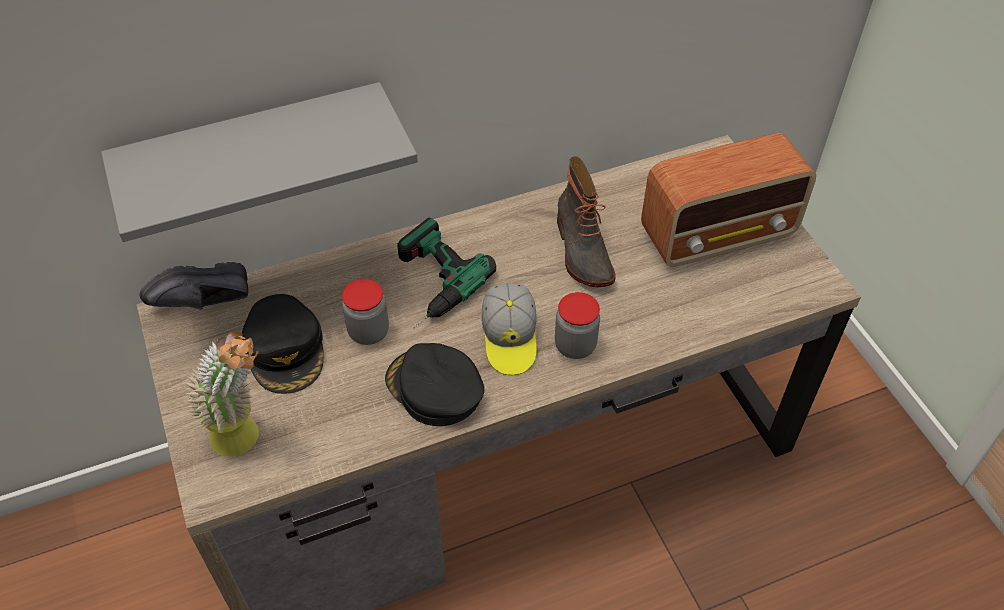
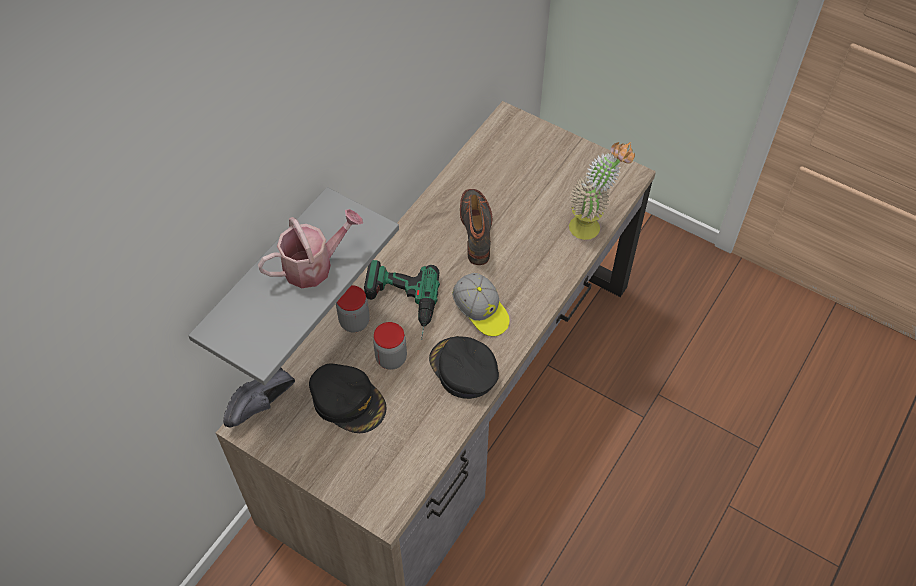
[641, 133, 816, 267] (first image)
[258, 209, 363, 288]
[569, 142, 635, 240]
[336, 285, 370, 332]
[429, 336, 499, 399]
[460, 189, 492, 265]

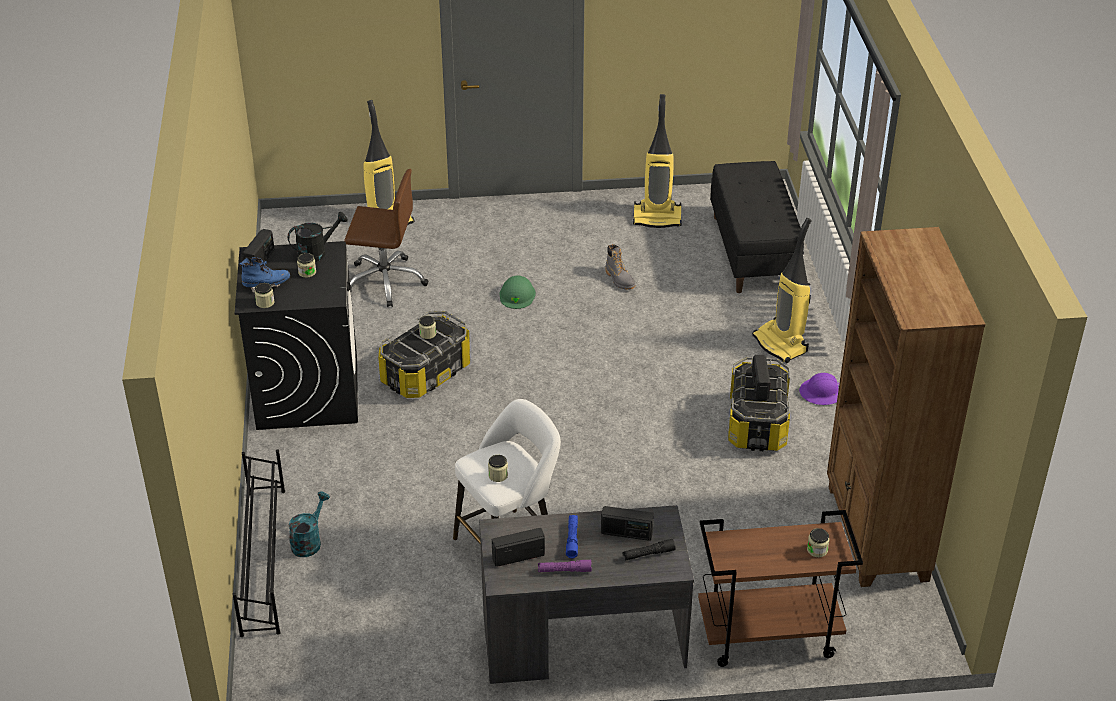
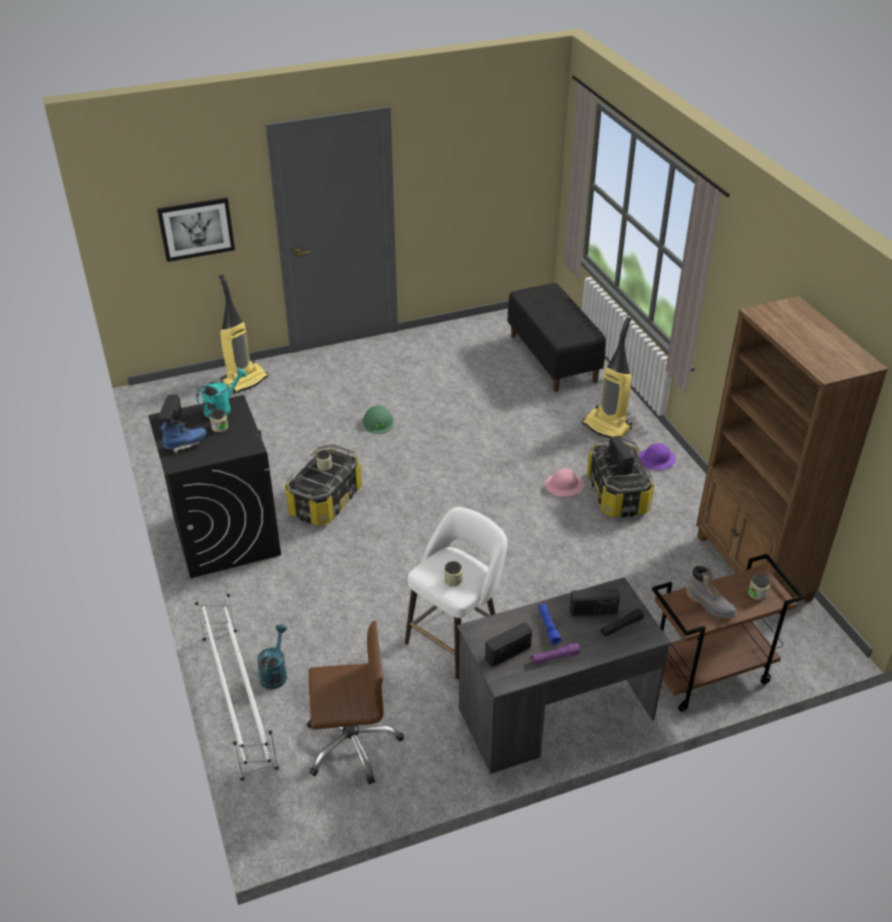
[255, 283, 274, 308] (first image)
[633, 94, 682, 228] (first image)
[157, 197, 235, 262]
[544, 469, 584, 497]
[307, 621, 404, 784]
[686, 566, 737, 619]
[195, 594, 278, 780]
[196, 368, 247, 418]

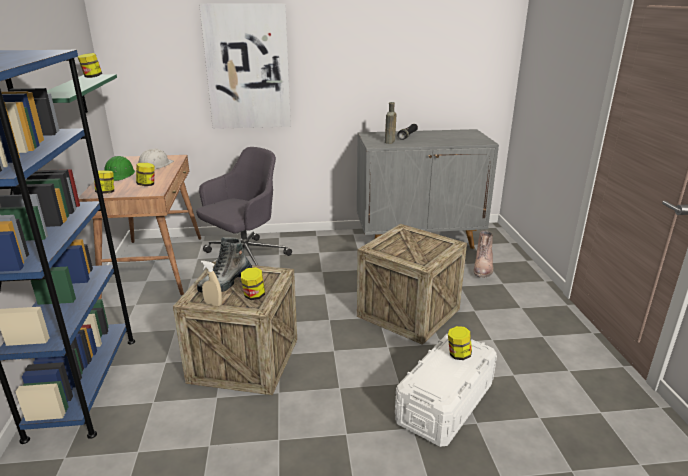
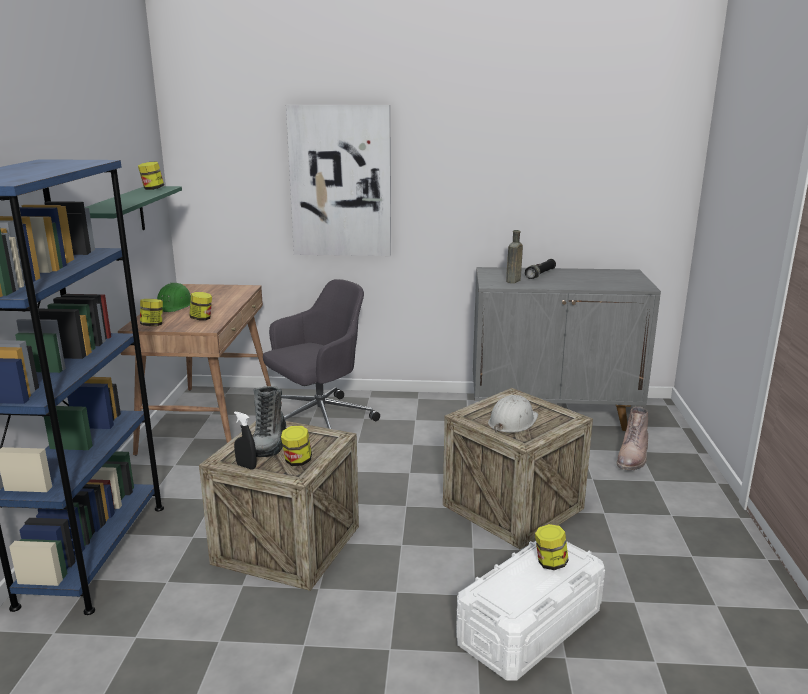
[488, 395, 538, 433]
[234, 412, 257, 470]
[253, 386, 286, 457]

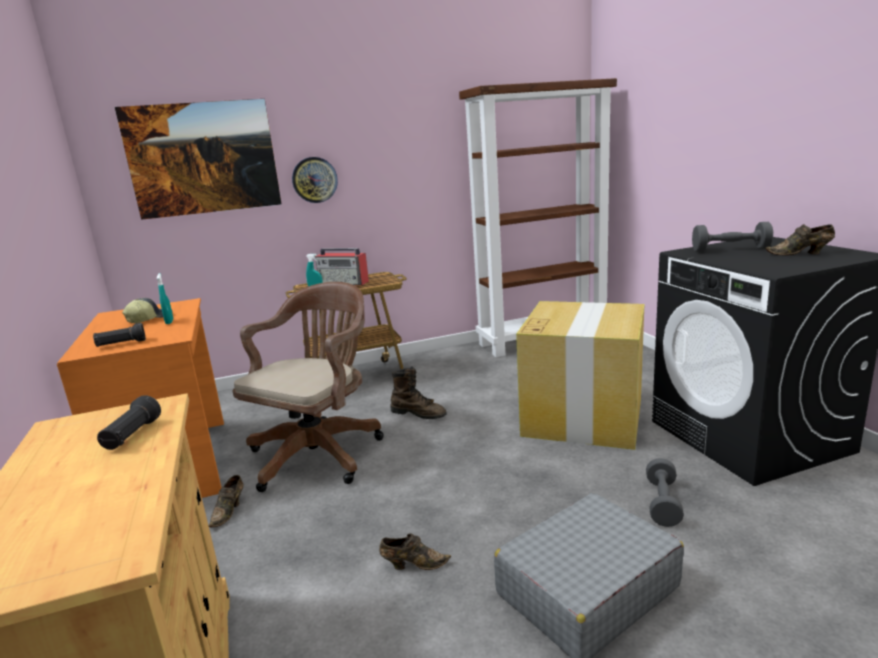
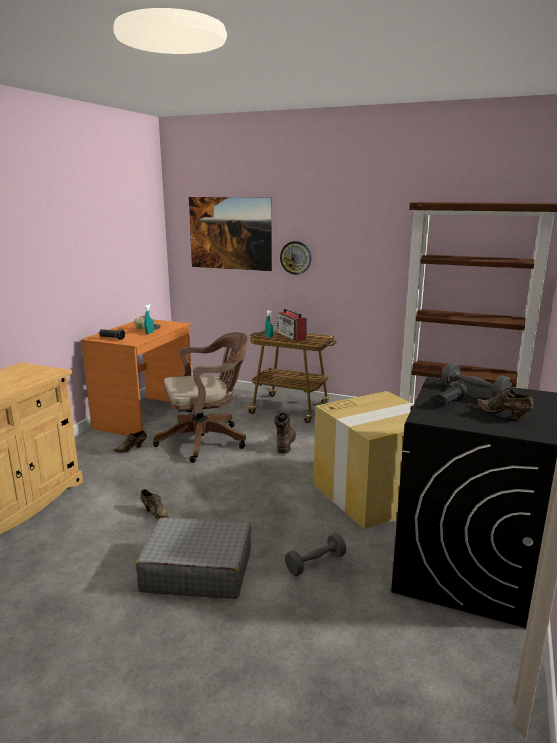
[434, 383, 467, 406]
[274, 413, 296, 454]

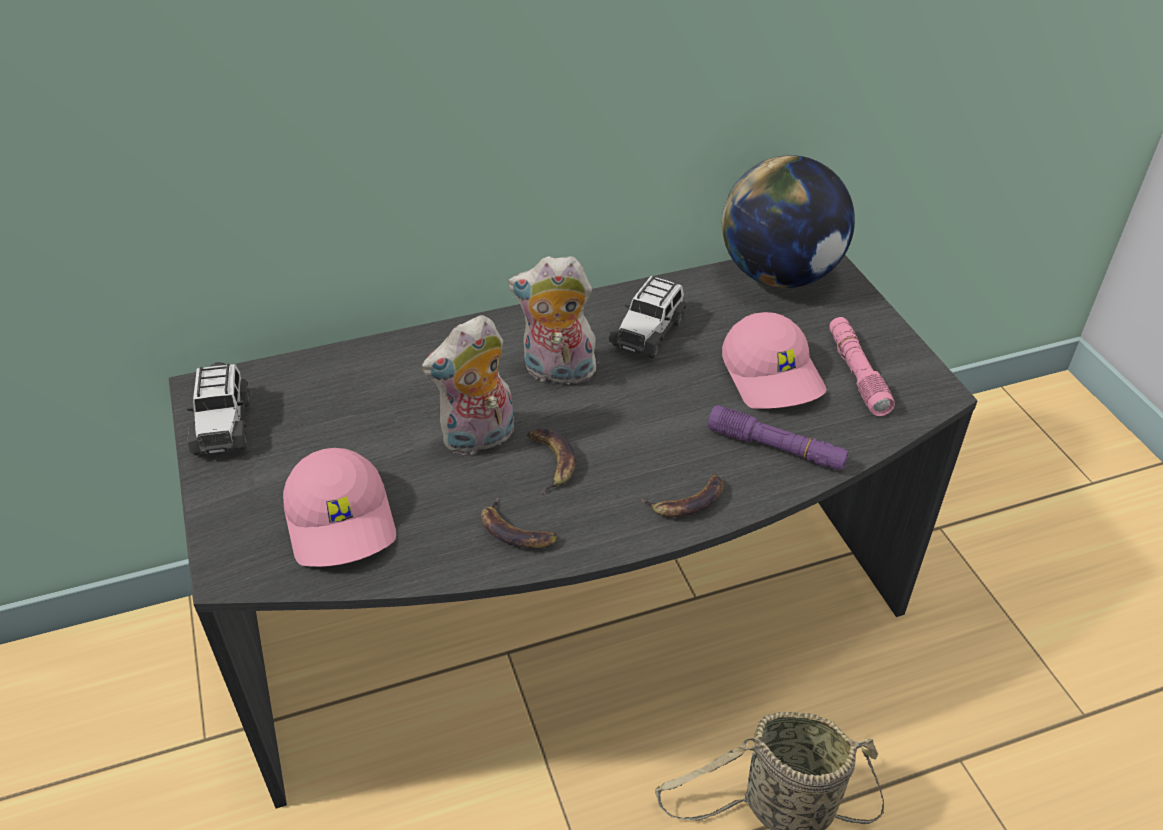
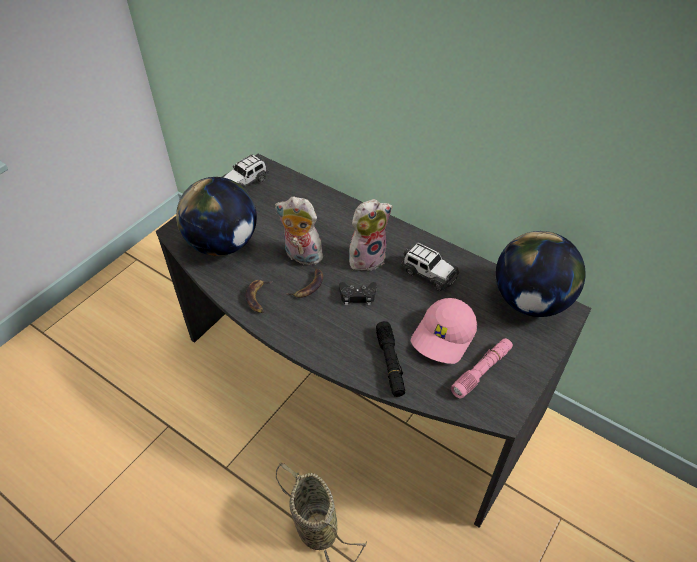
[640, 473, 723, 517] (first image)
[339, 282, 377, 305]
[176, 177, 257, 256]
[376, 321, 405, 397]
[349, 199, 393, 271]
[401, 243, 459, 291]

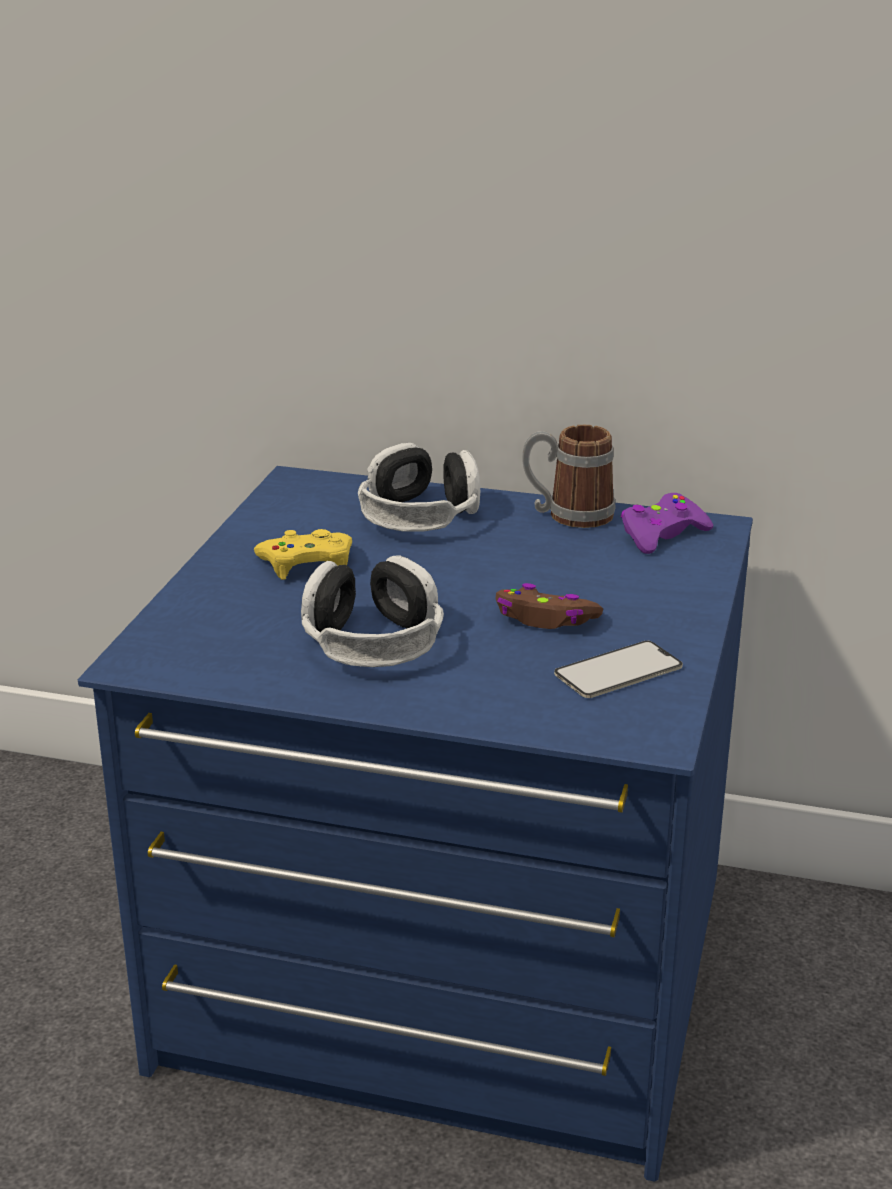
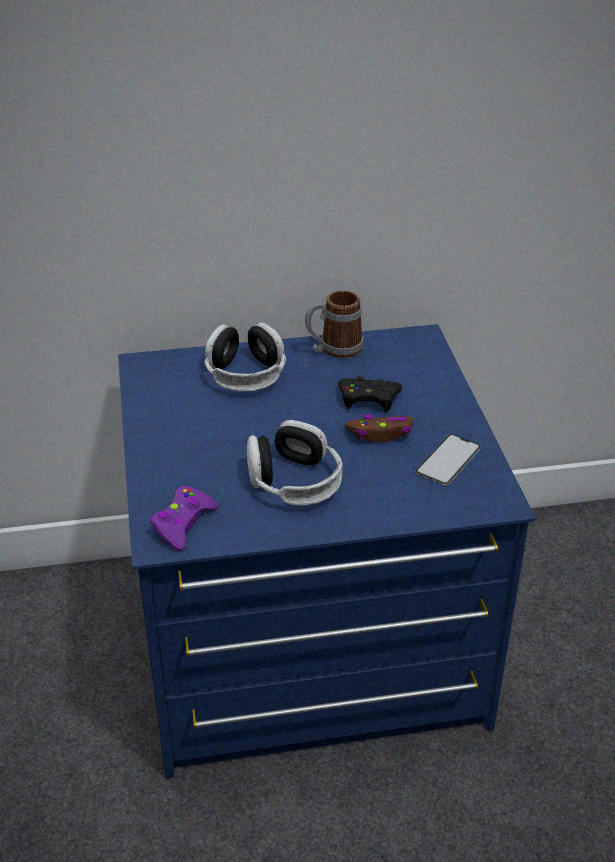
[254, 529, 352, 580] (first image)
[338, 376, 403, 412]
[151, 486, 218, 551]

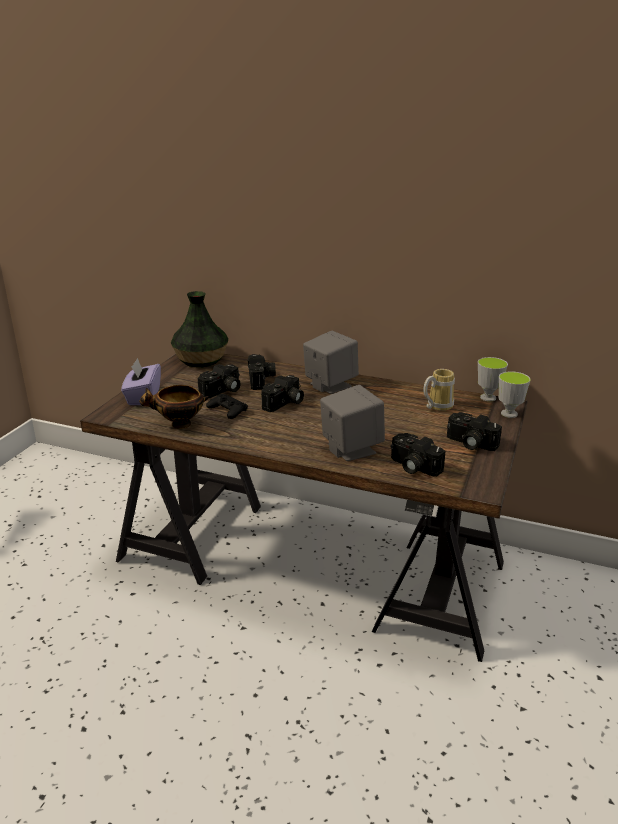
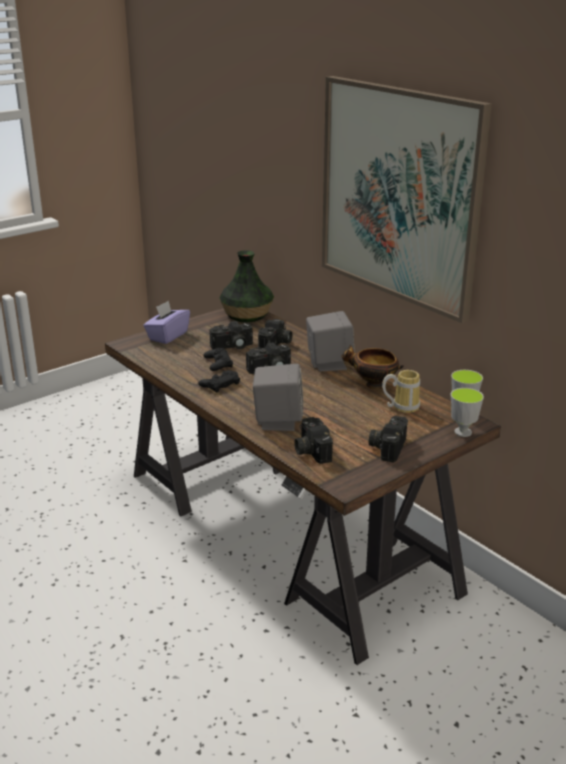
[198, 370, 240, 393]
[322, 76, 492, 323]
[341, 345, 404, 389]
[369, 416, 408, 463]

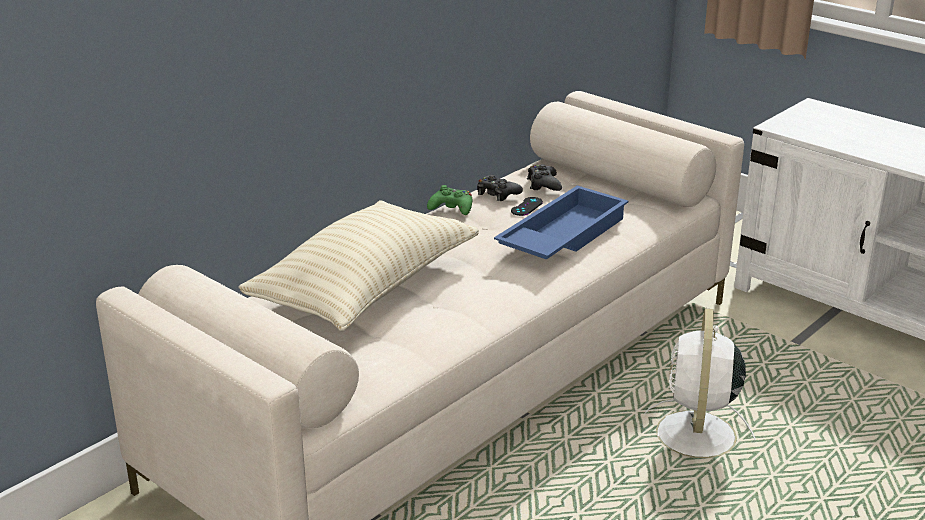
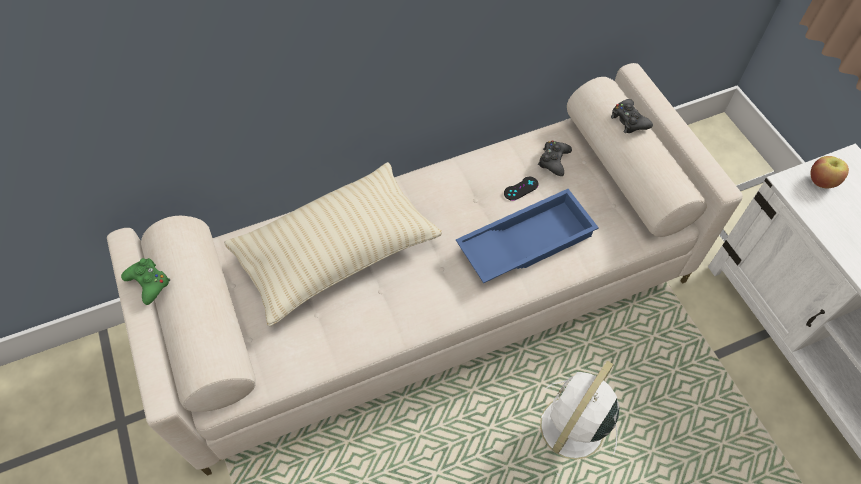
[811, 156, 849, 188]
[121, 258, 170, 305]
[611, 99, 653, 133]

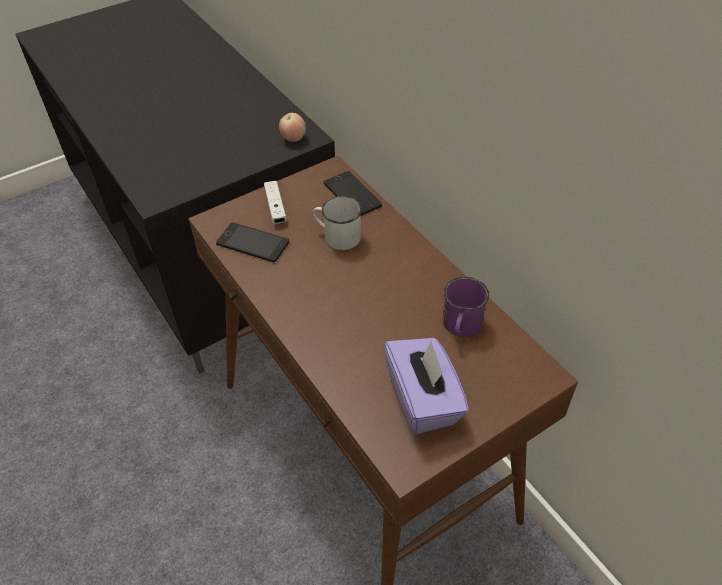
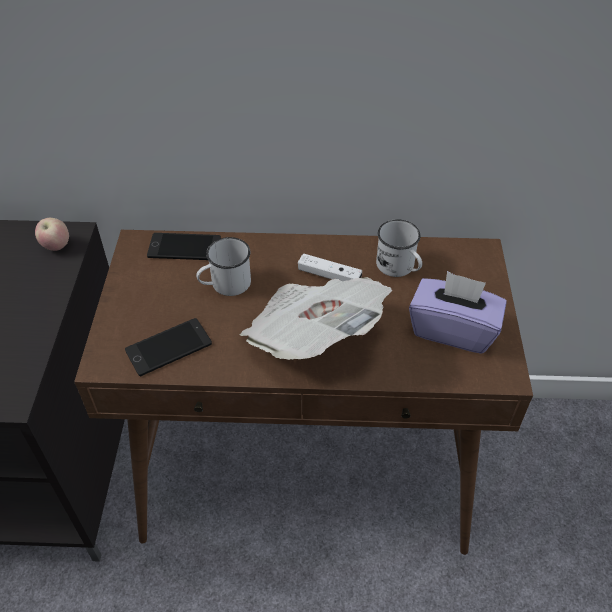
[240, 277, 392, 360]
[298, 253, 362, 281]
[376, 219, 422, 277]

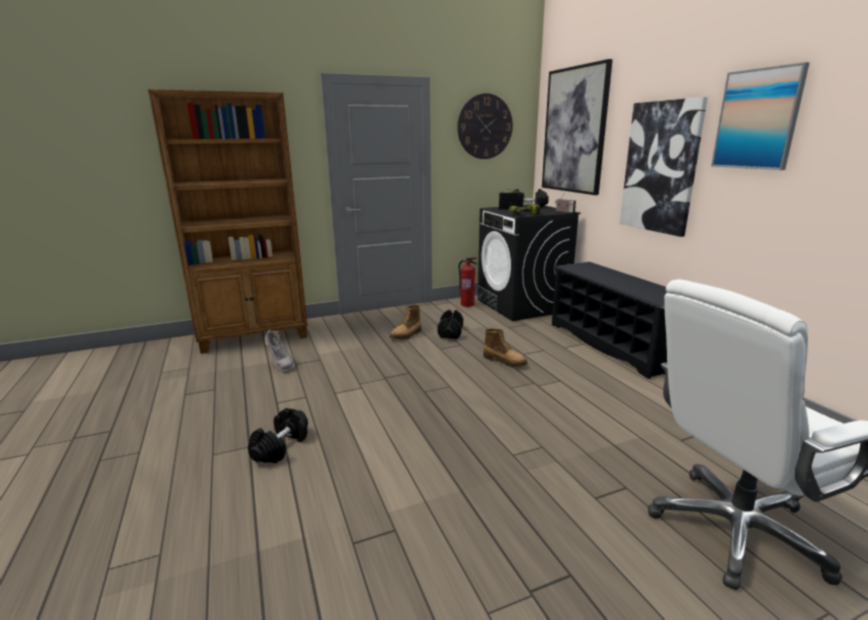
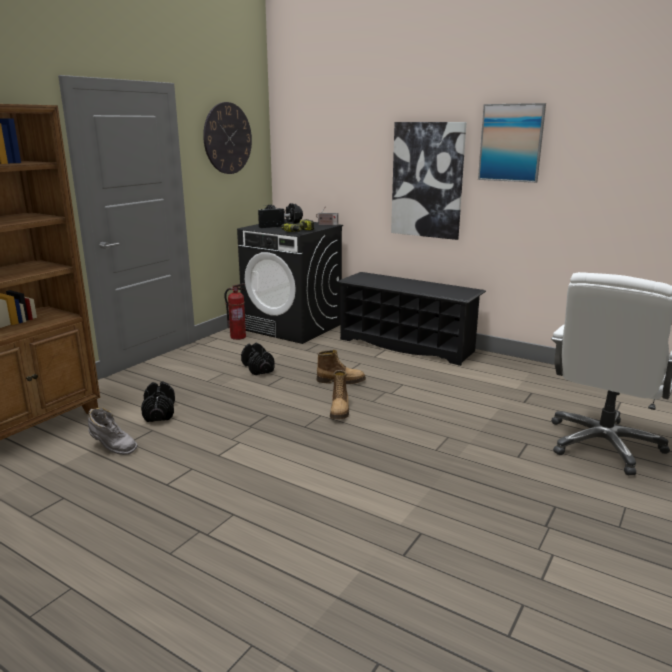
[542, 59, 613, 195] (first image)
[141, 381, 175, 422]
[330, 370, 349, 419]

